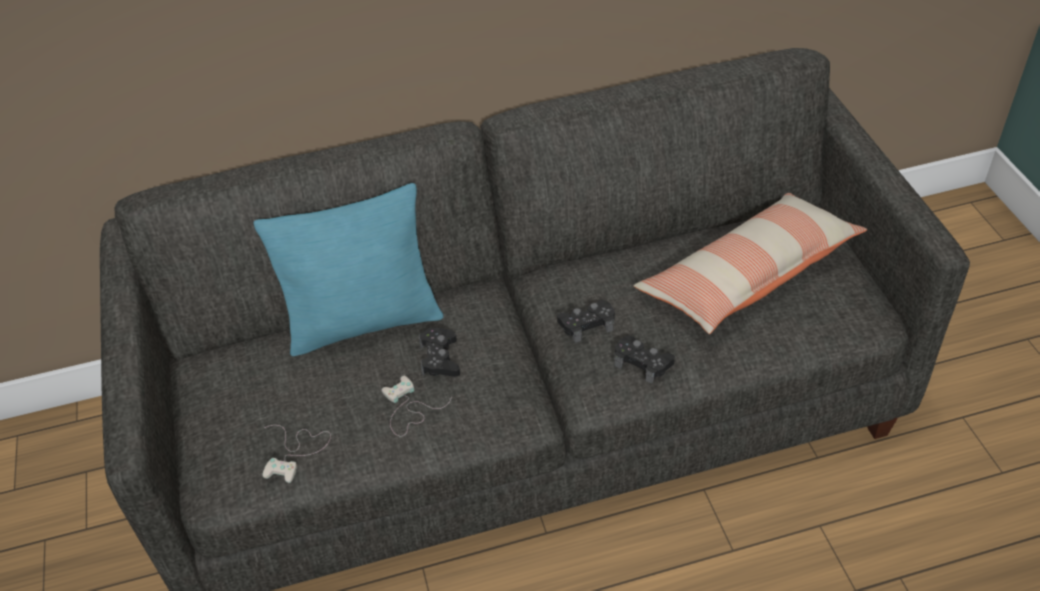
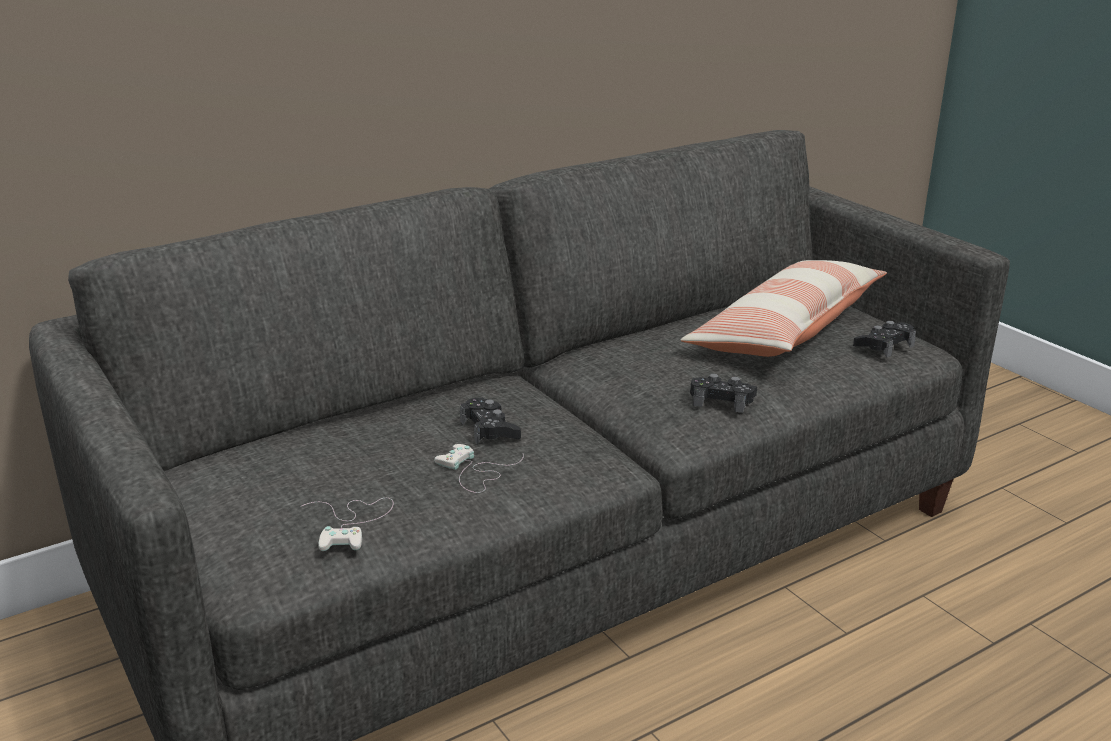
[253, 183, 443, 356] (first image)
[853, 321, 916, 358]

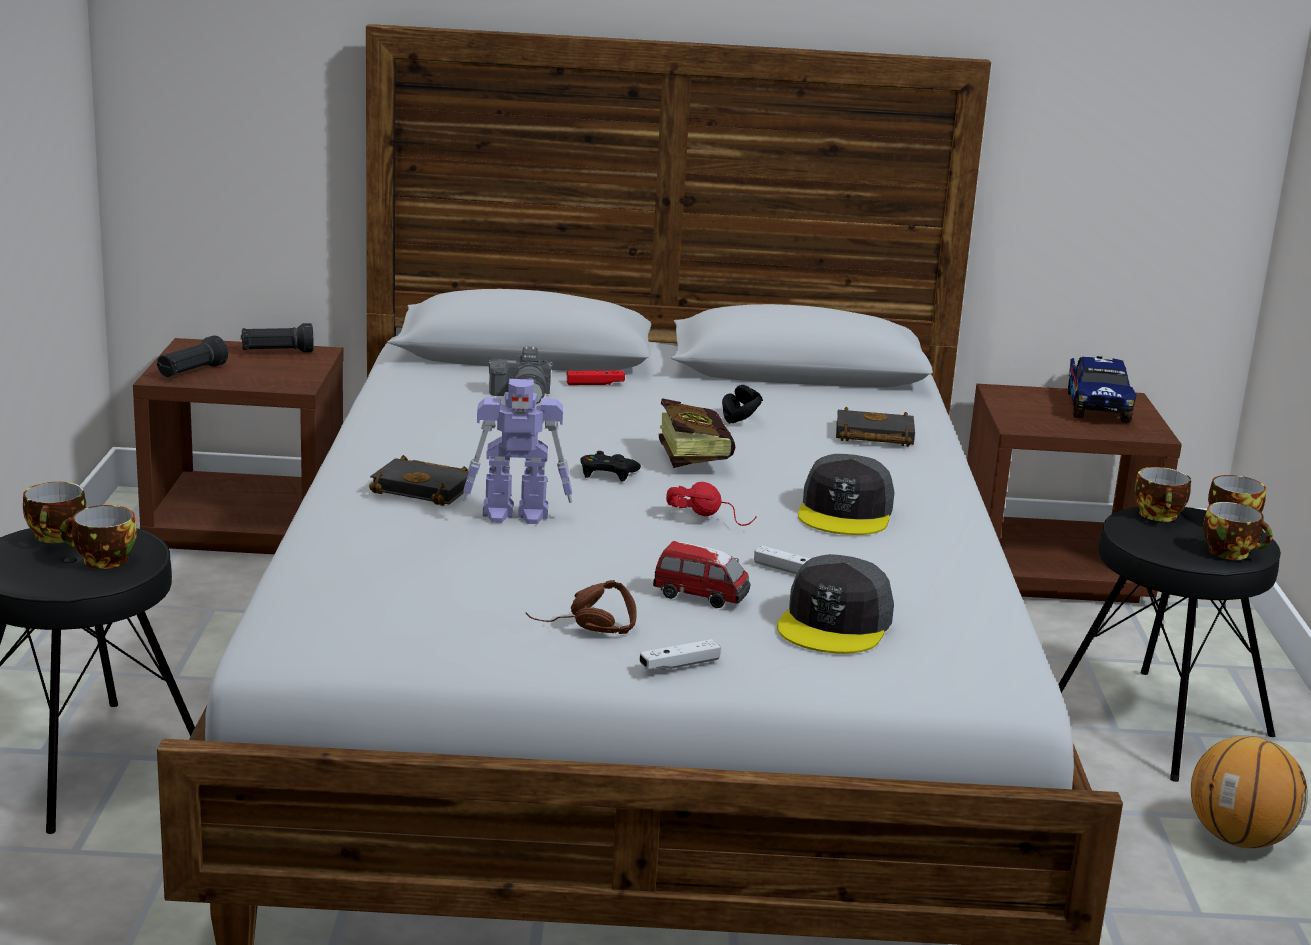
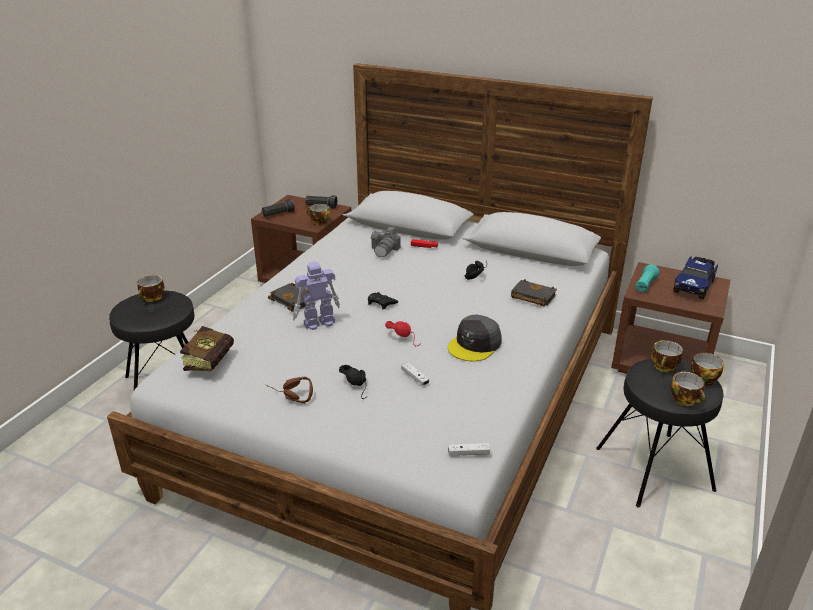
[777, 554, 894, 654] (first image)
[1191, 736, 1308, 848] (first image)
[635, 265, 660, 292]
[306, 204, 330, 225]
[448, 443, 490, 456]
[180, 326, 234, 371]
[339, 365, 367, 399]
[293, 261, 340, 330]

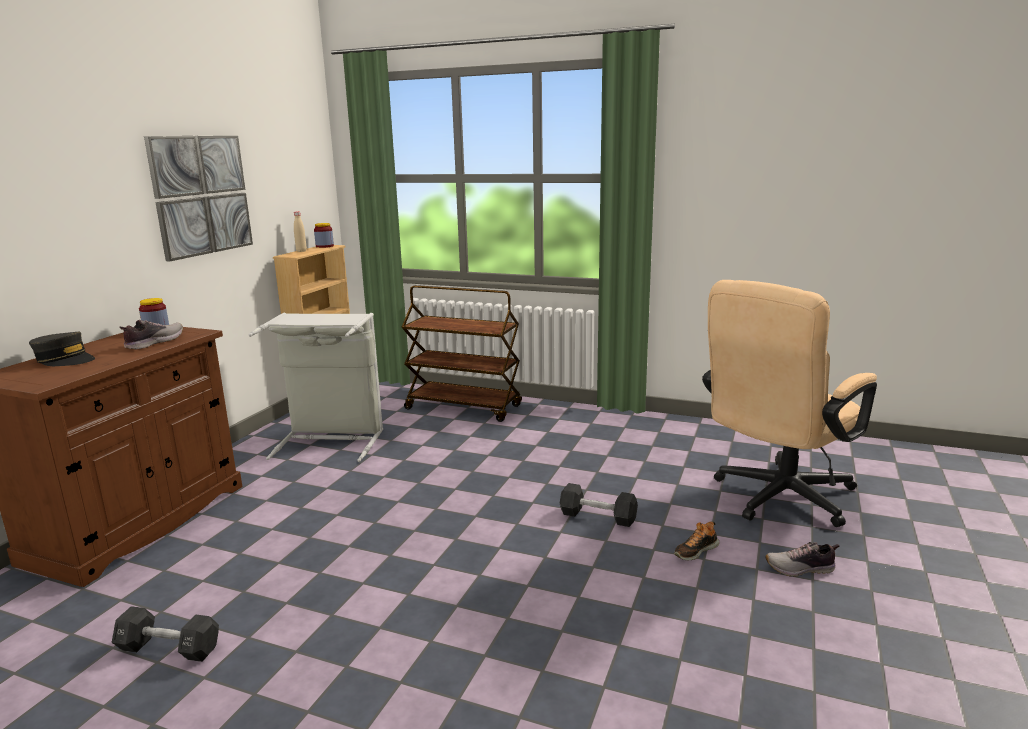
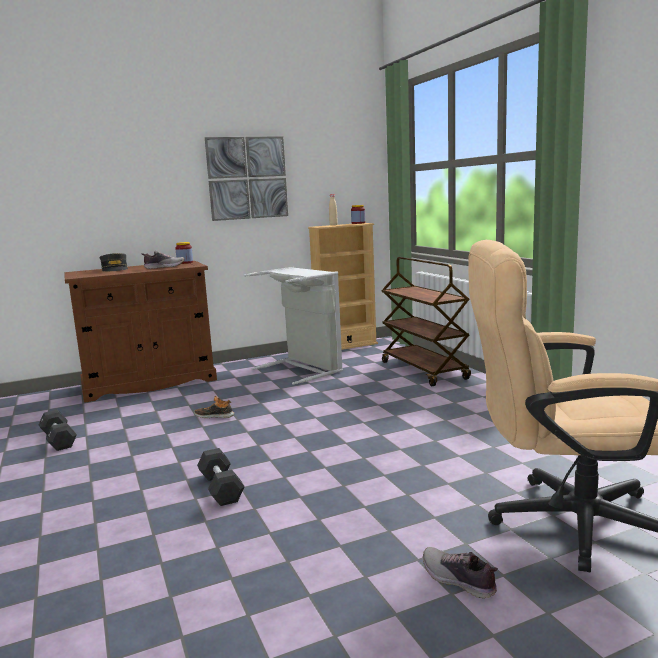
[197, 448, 245, 506]
[194, 396, 234, 418]

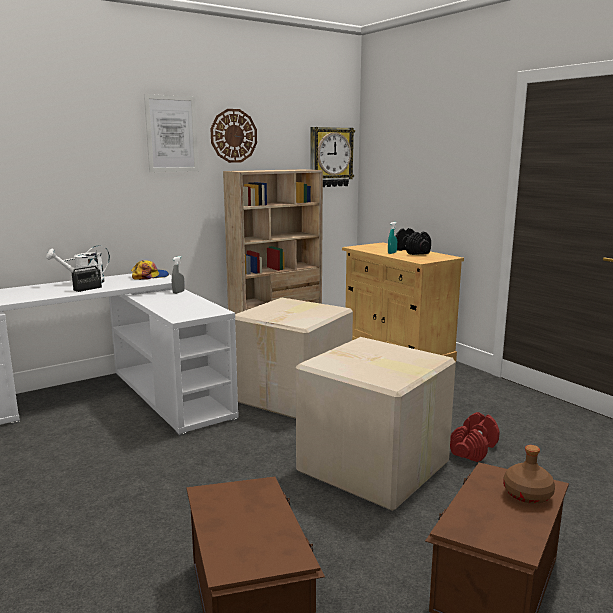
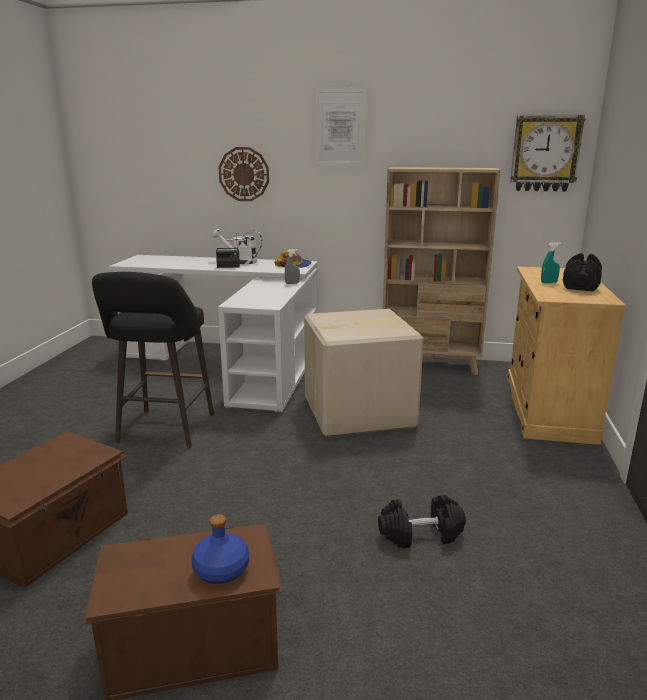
[296, 337, 456, 511] (first image)
[92, 272, 214, 448]
[218, 147, 269, 201]
[378, 495, 466, 548]
[191, 514, 249, 584]

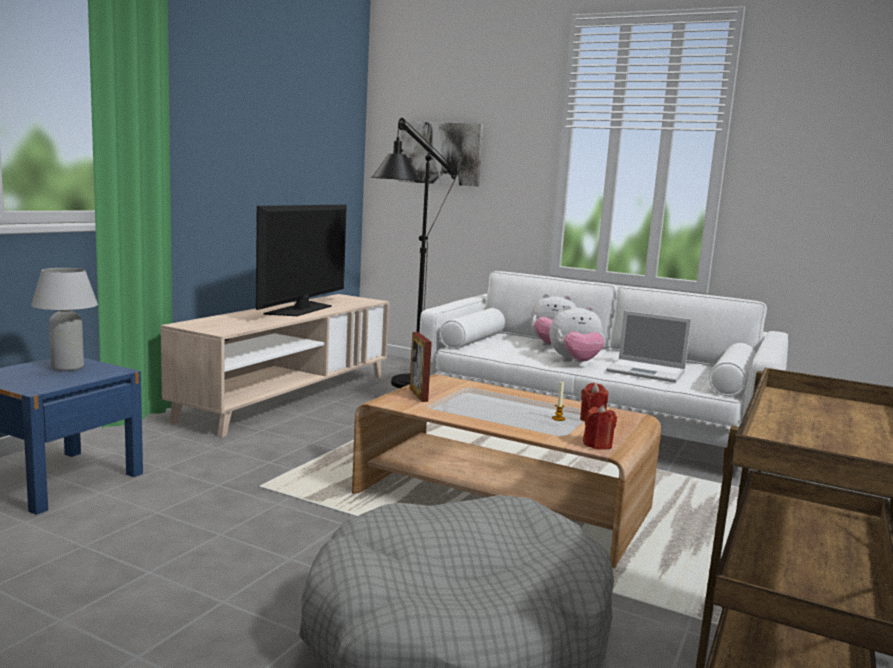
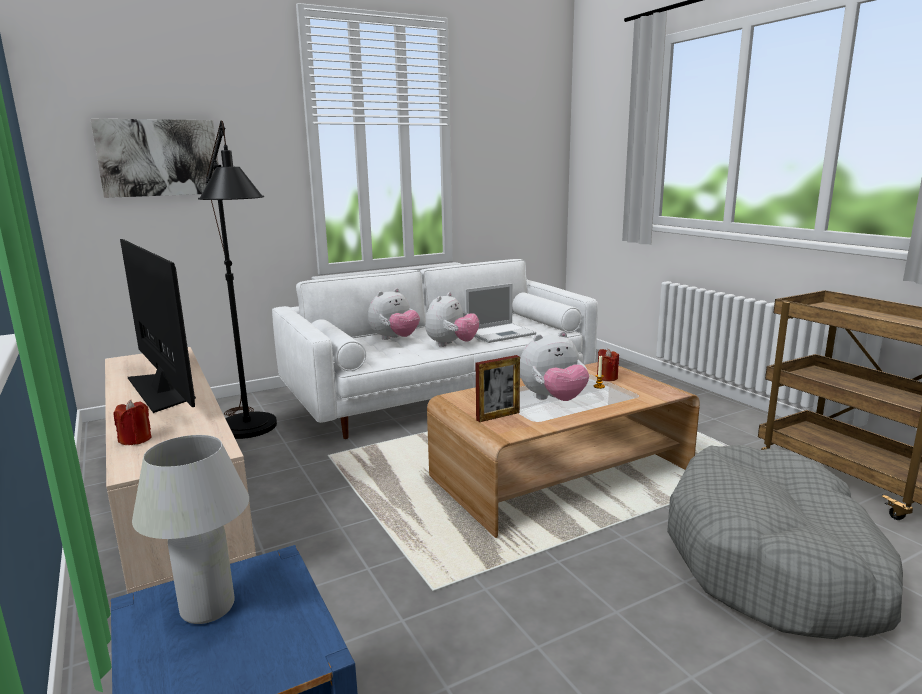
[520, 331, 589, 401]
[113, 400, 151, 445]
[476, 355, 520, 422]

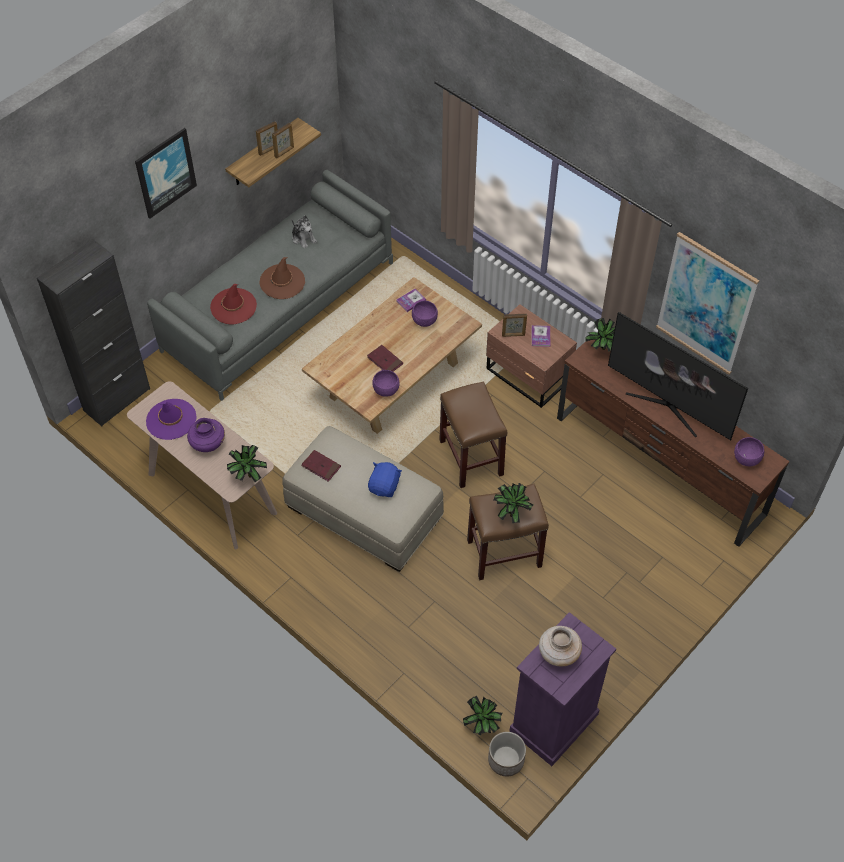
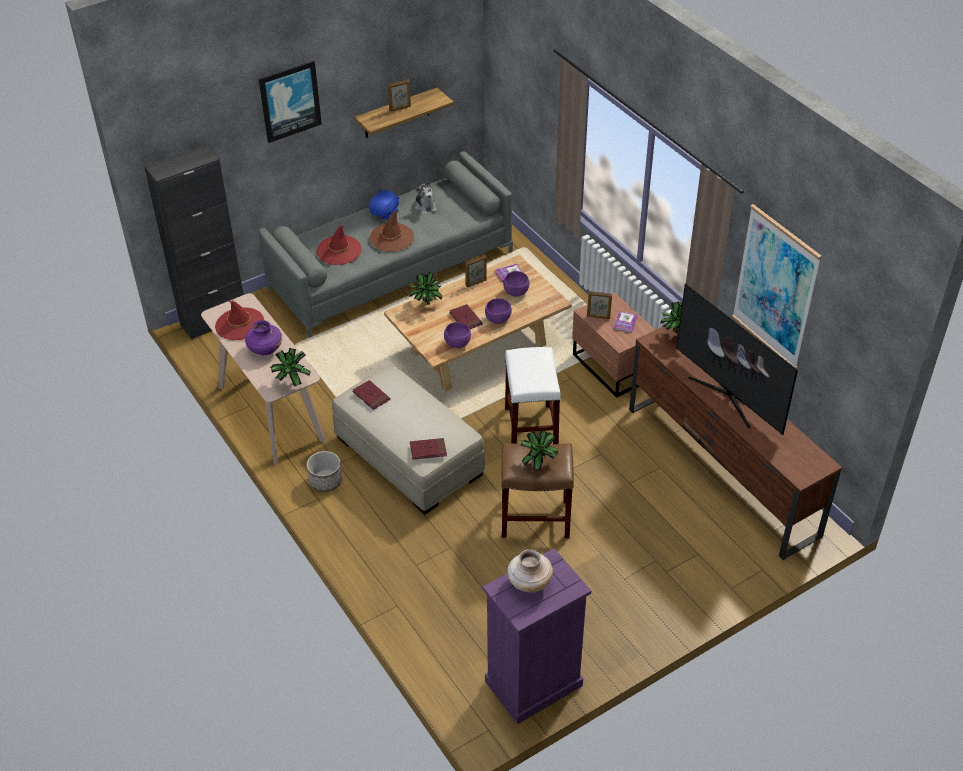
[410, 438, 447, 460]
[465, 255, 487, 287]
[369, 189, 399, 220]
[409, 272, 443, 305]
[307, 451, 342, 492]
[485, 298, 512, 324]
[215, 300, 264, 340]
[505, 347, 561, 444]

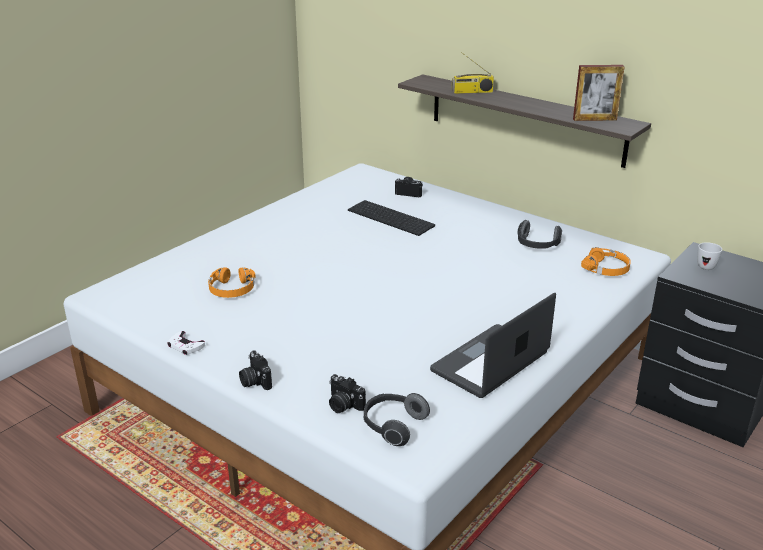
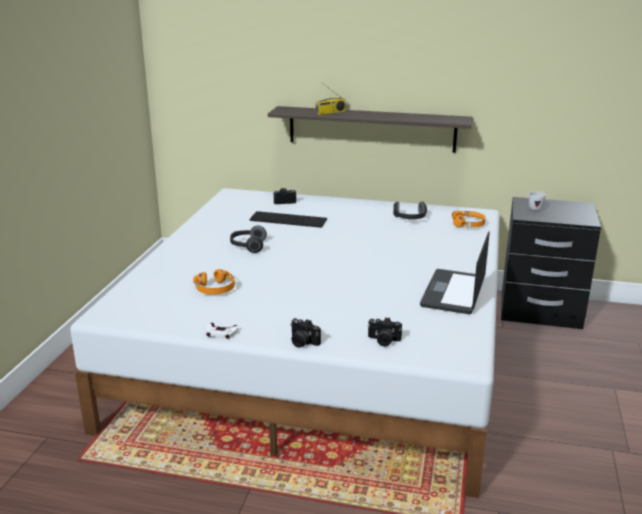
[573, 65, 625, 121] (first image)
[230, 225, 267, 253]

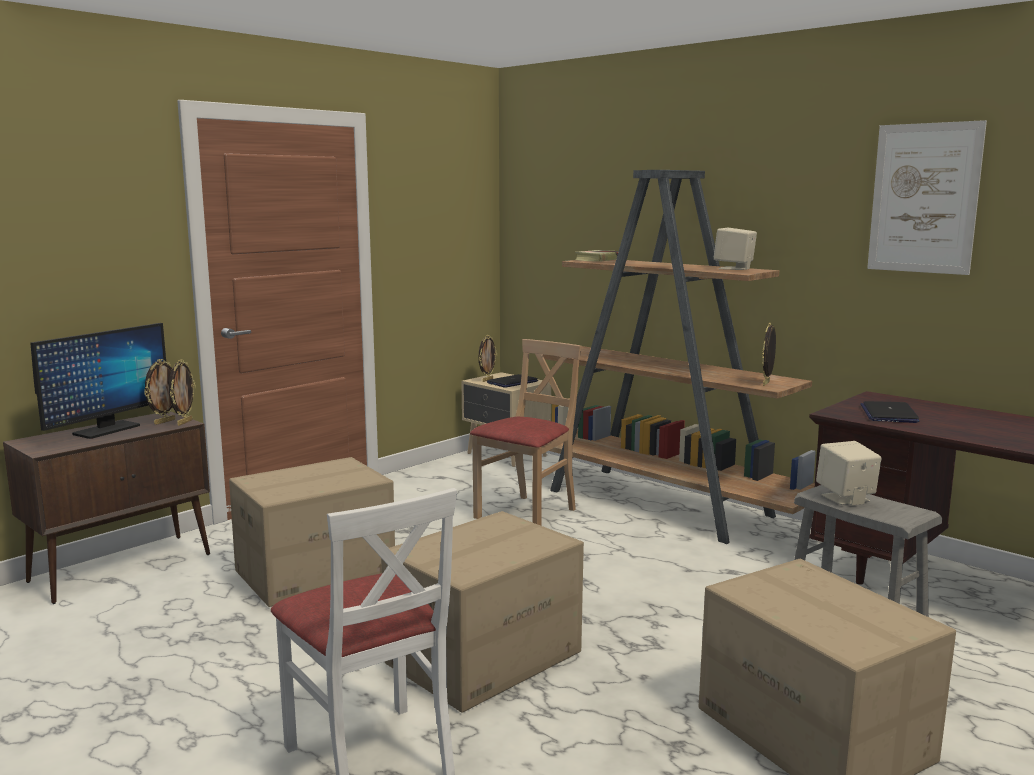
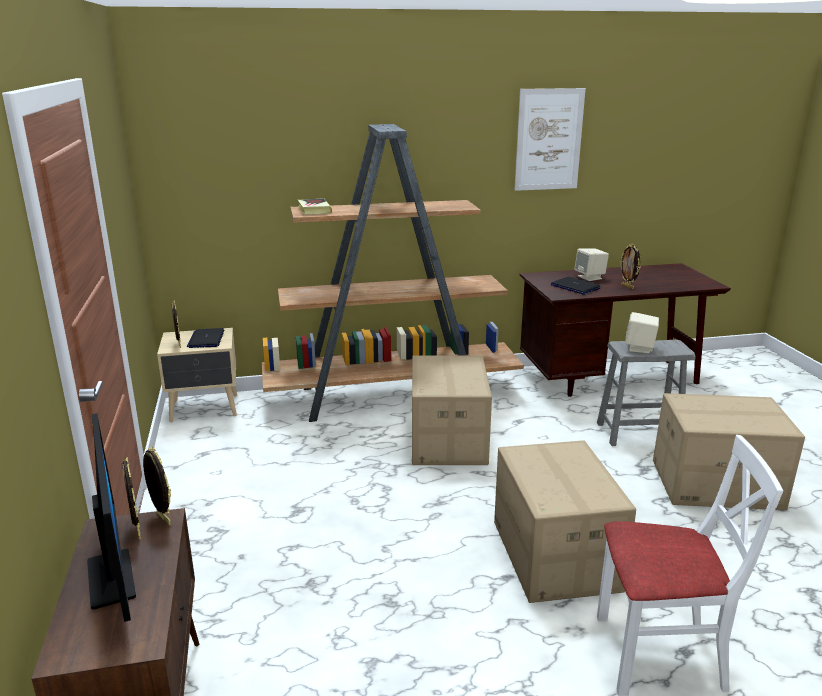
[470, 339, 582, 526] (first image)
[412, 355, 492, 465]
[574, 248, 609, 281]
[620, 244, 641, 289]

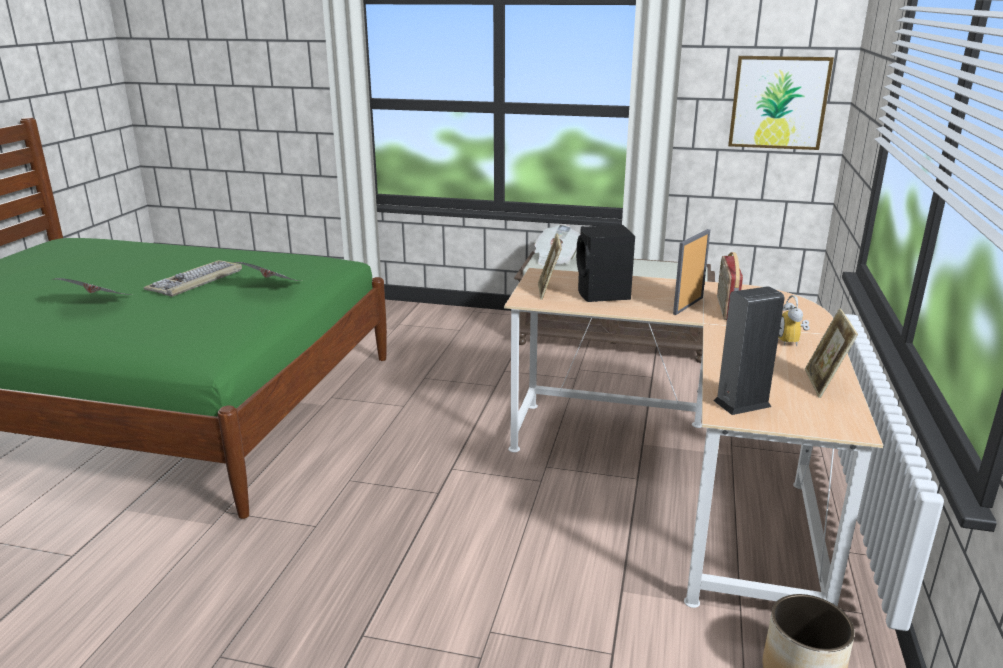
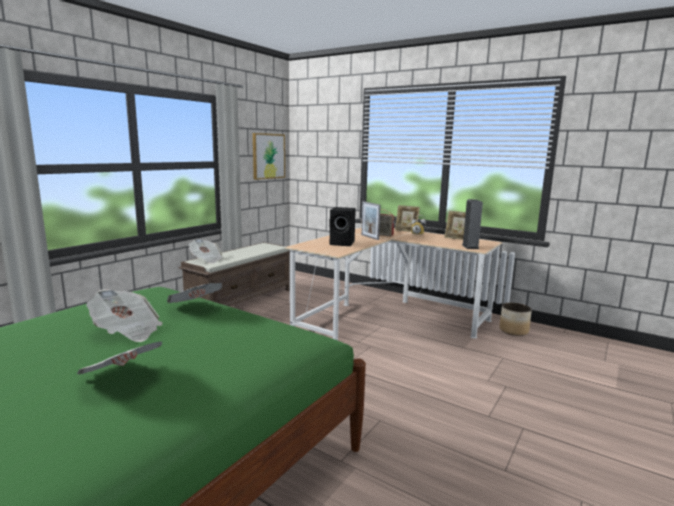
[395, 205, 420, 232]
[86, 289, 163, 342]

